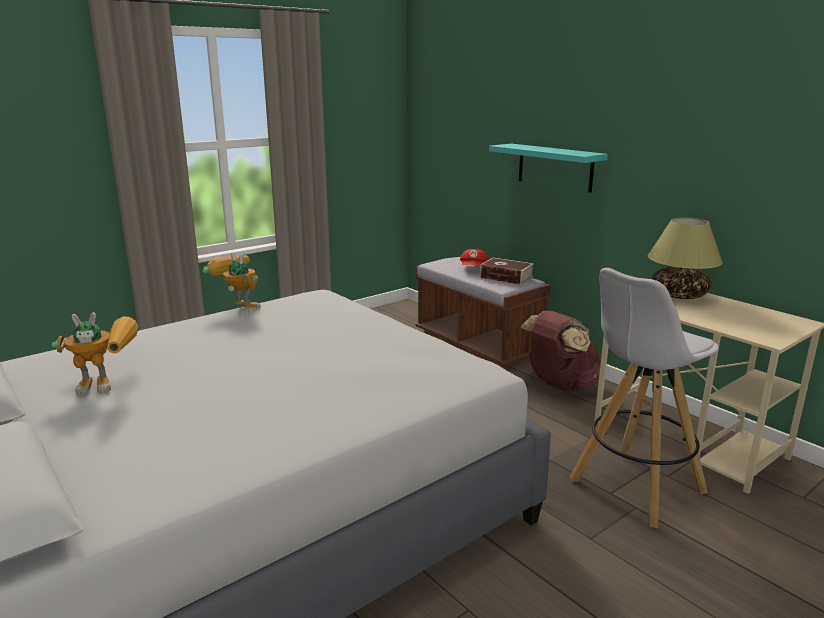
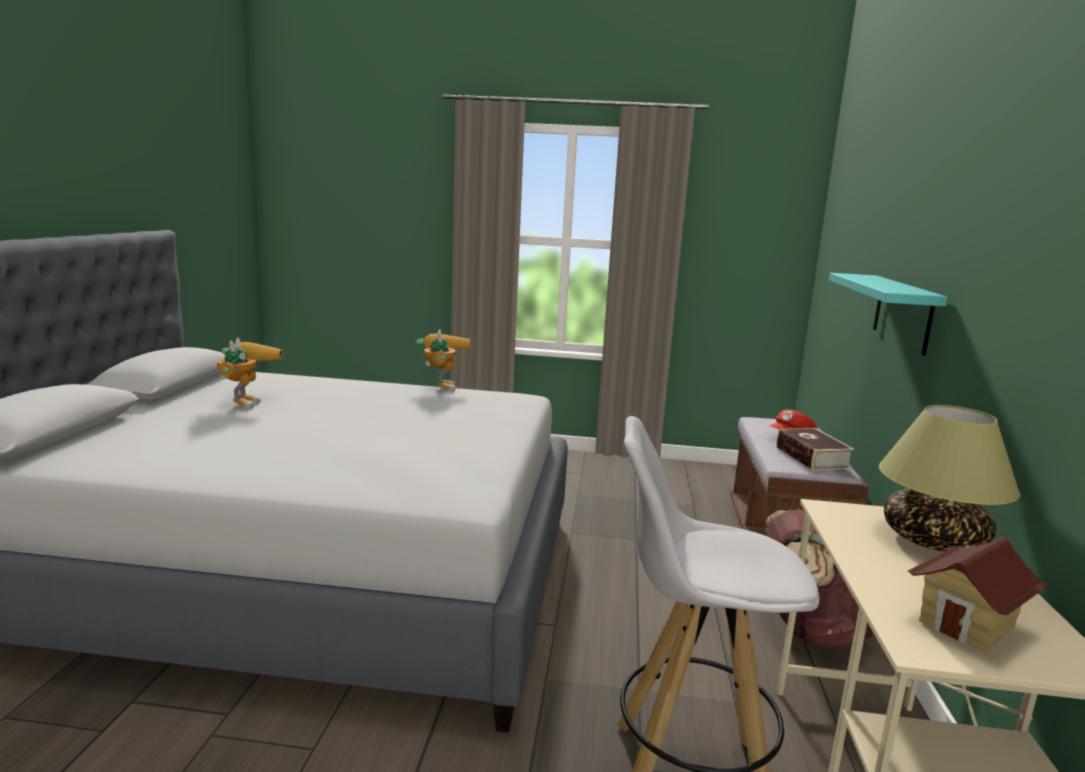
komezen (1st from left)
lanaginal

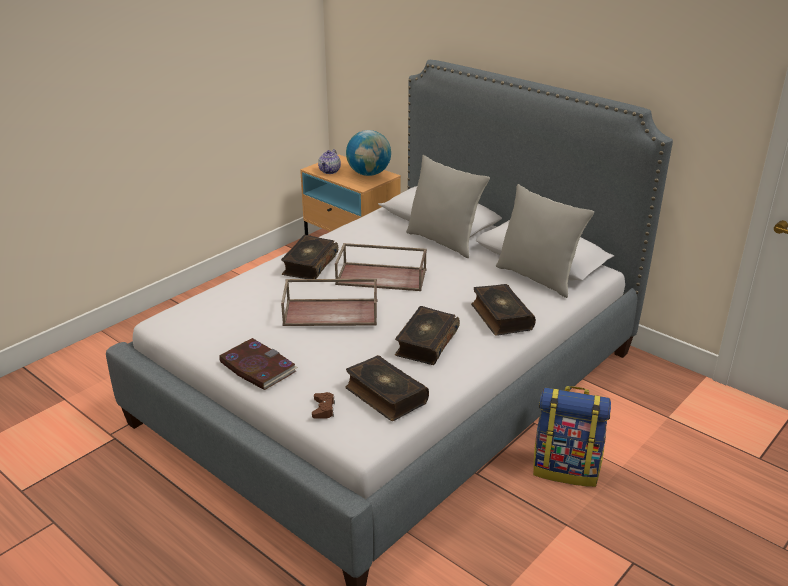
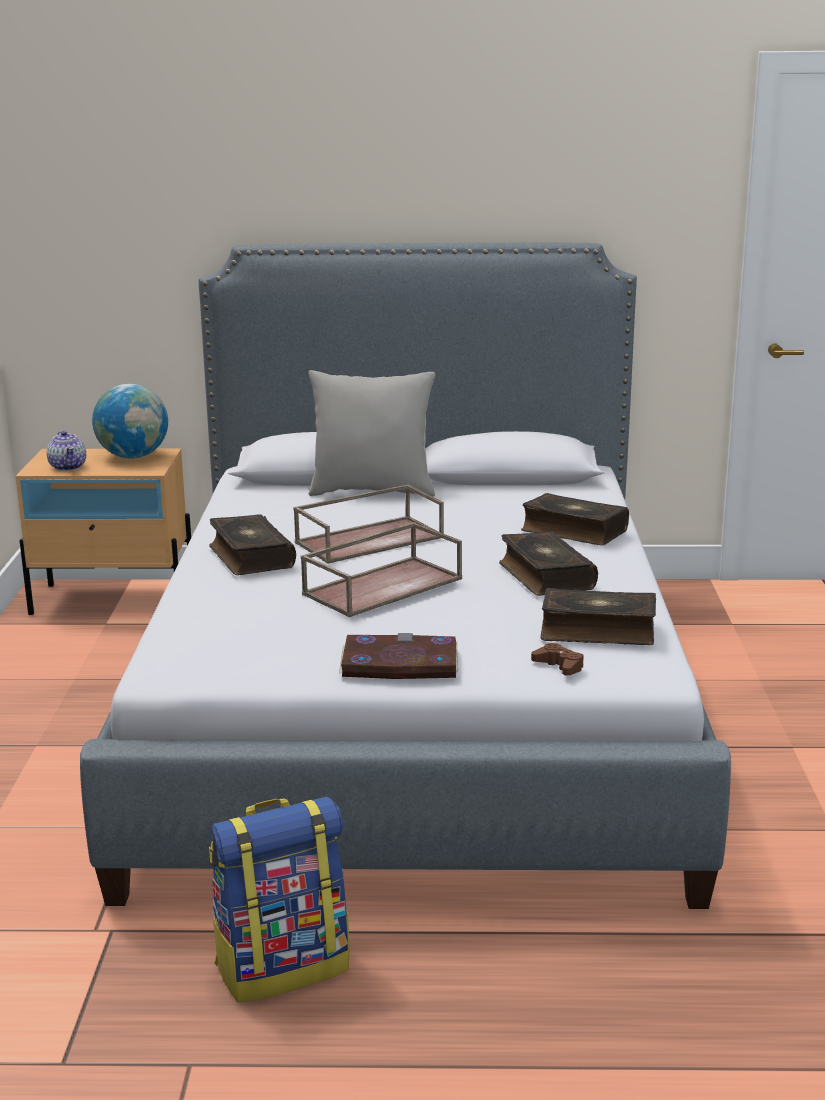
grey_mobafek (2nd from left in the first image)
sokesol

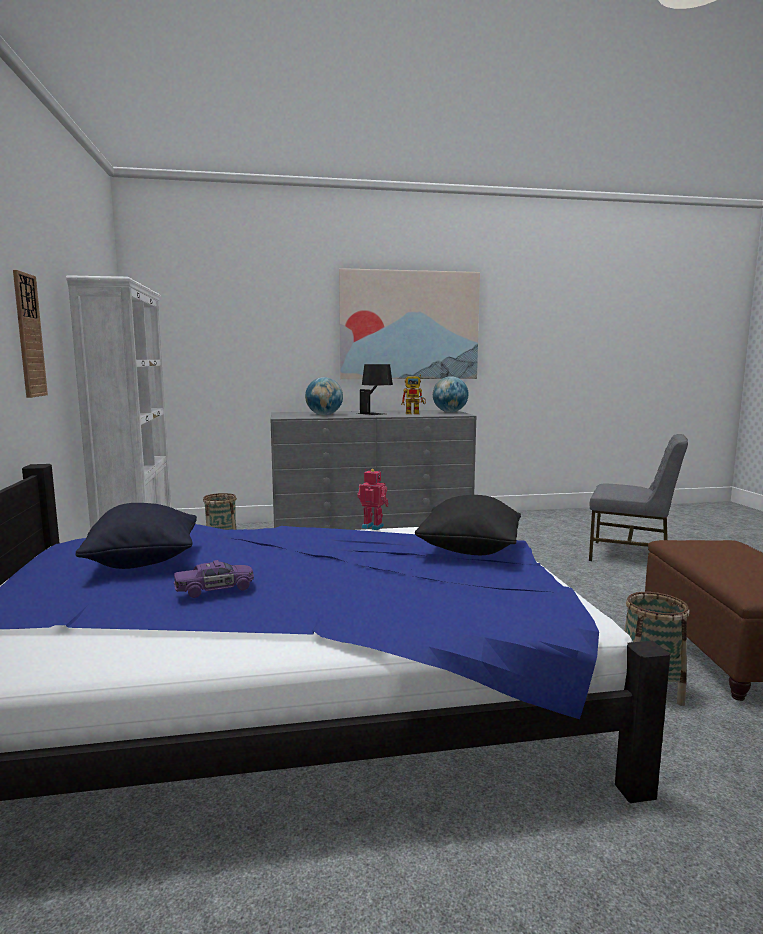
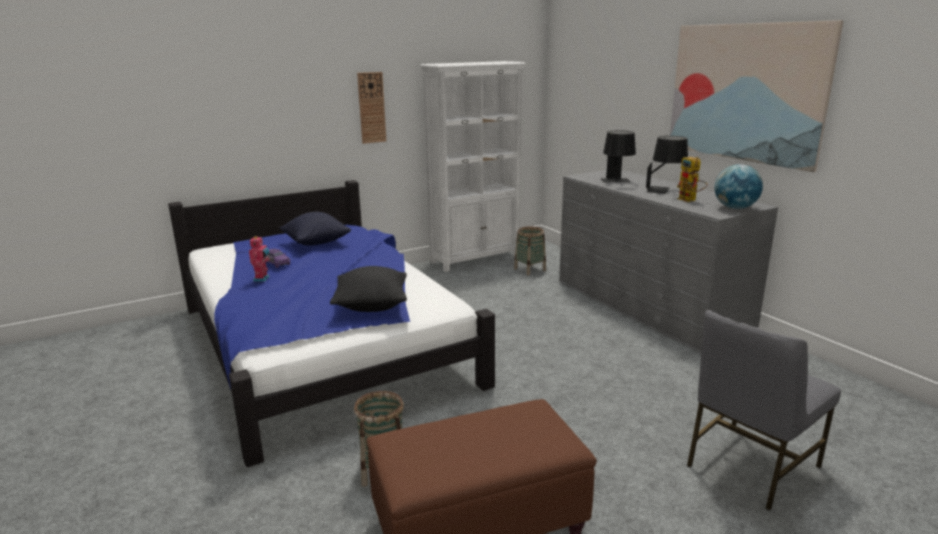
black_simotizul (1st from left)
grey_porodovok
komezen (1st from left)

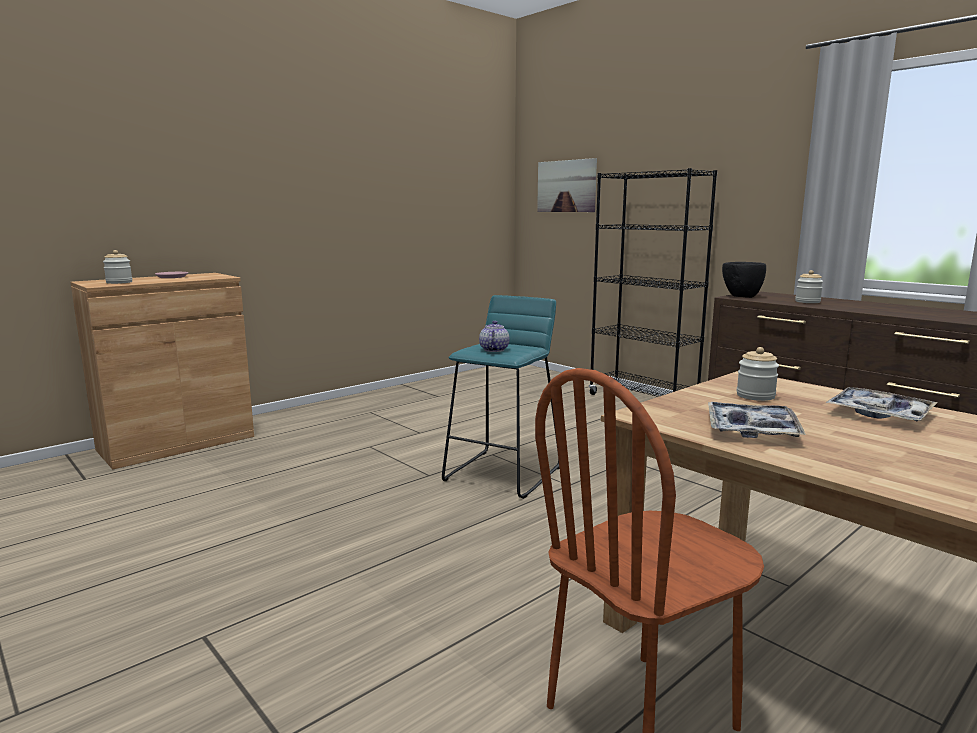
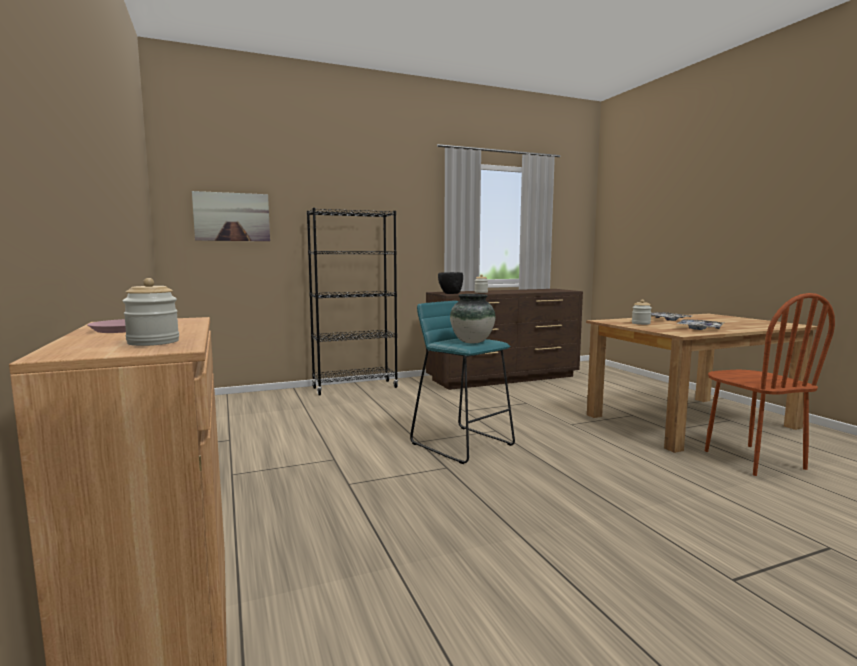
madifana

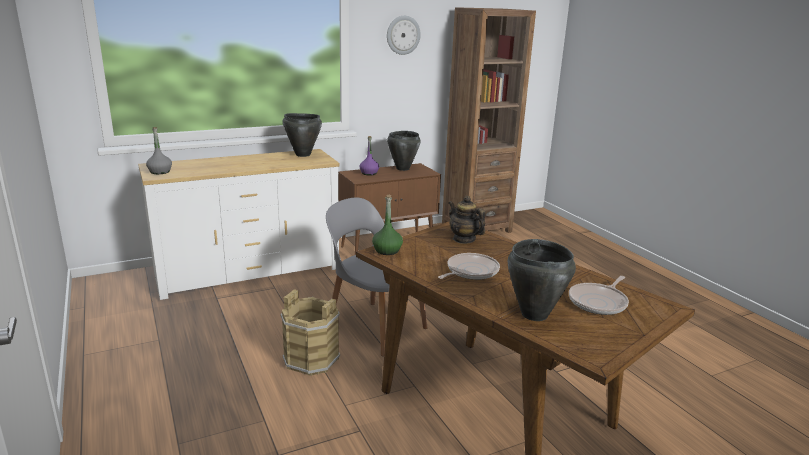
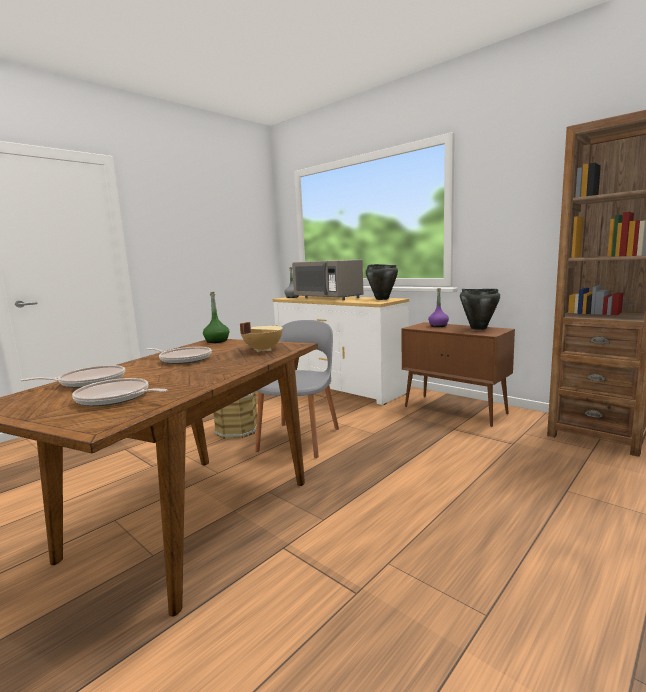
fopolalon
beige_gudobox
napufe (1st from left)
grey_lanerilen

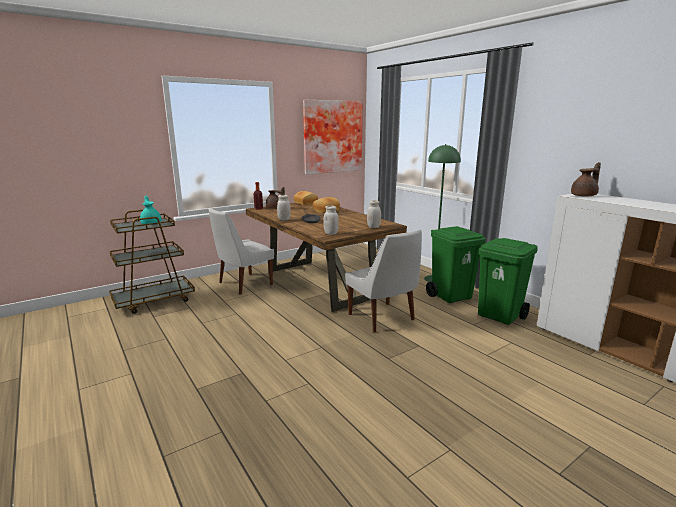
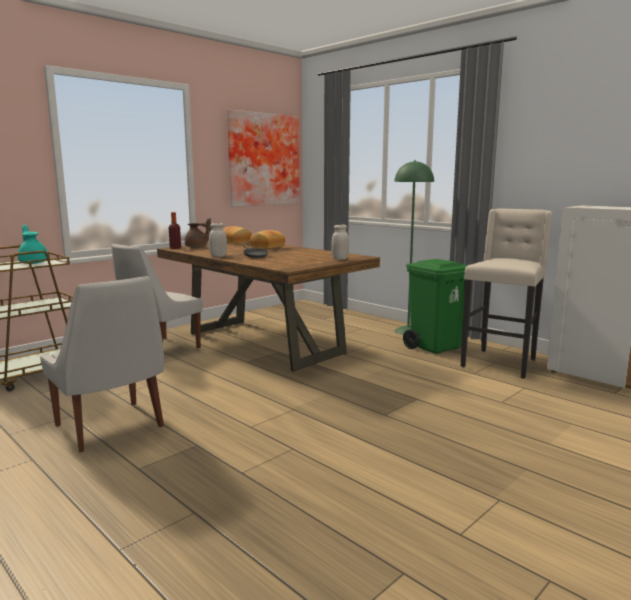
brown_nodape (2nd from left in the first image)
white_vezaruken (2nd from left in the first image)
white_porodovok (1st from left)
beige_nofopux

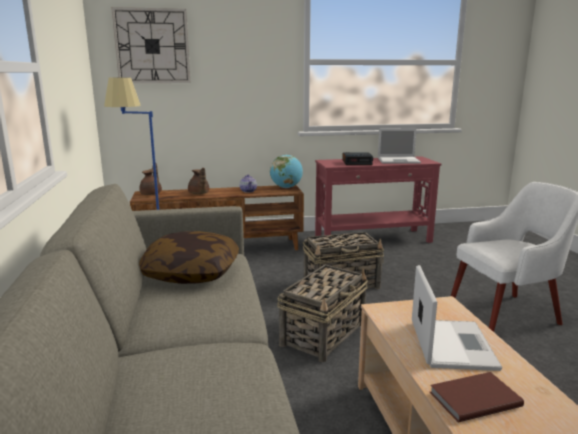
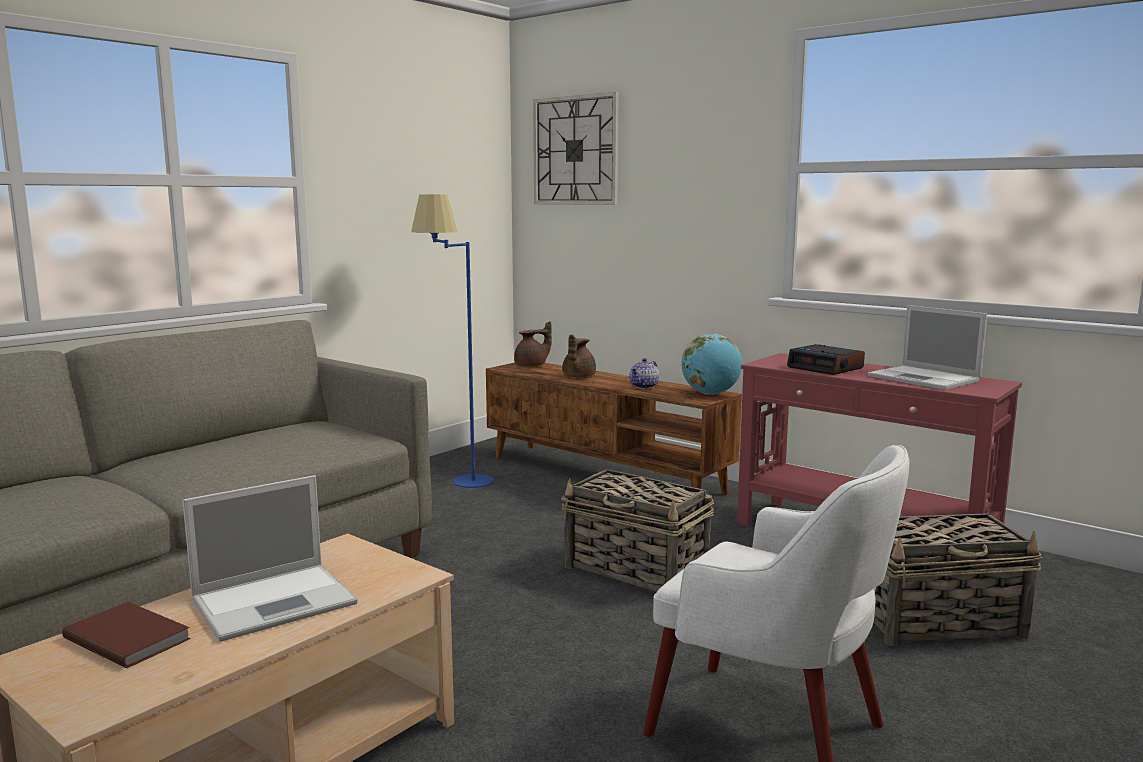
mobafek
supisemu (2nd from left)

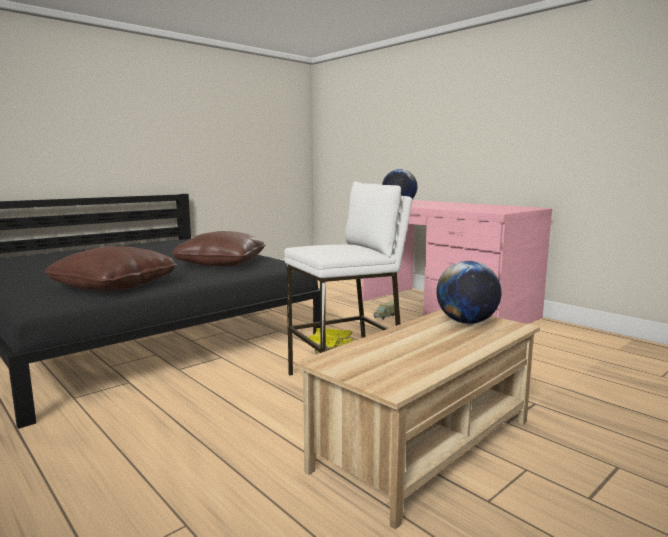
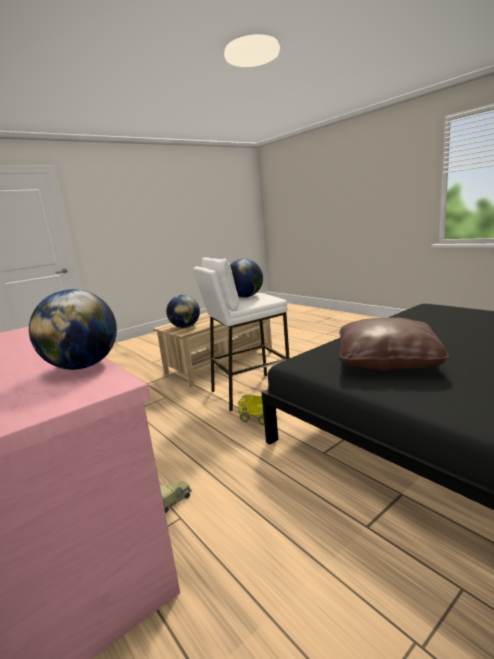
brown_mobafek (1st from left in the first image)
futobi (3rd from left)

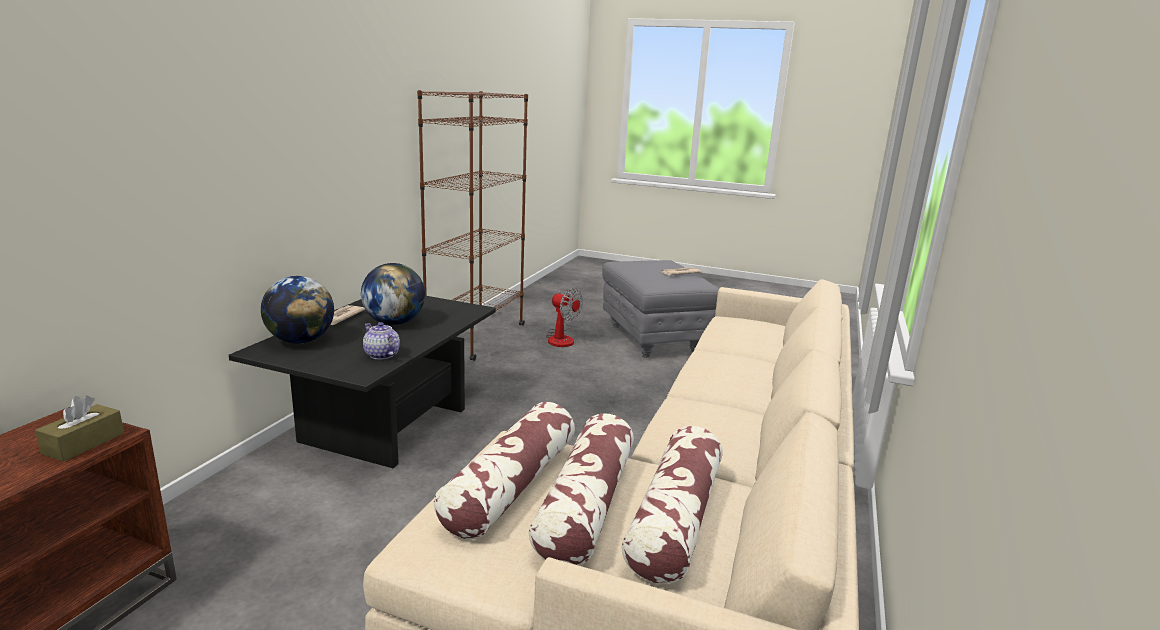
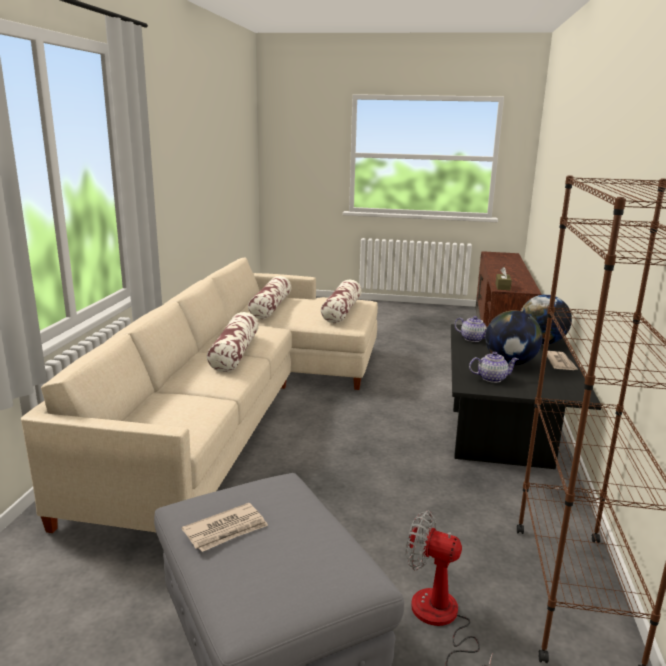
mobafek (1st from left)
nodape (2nd from left)

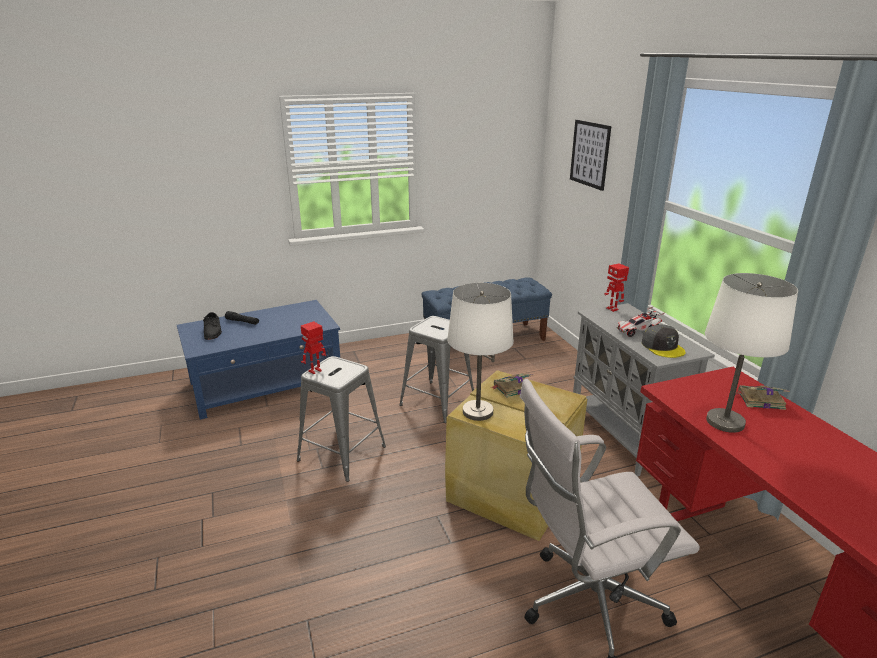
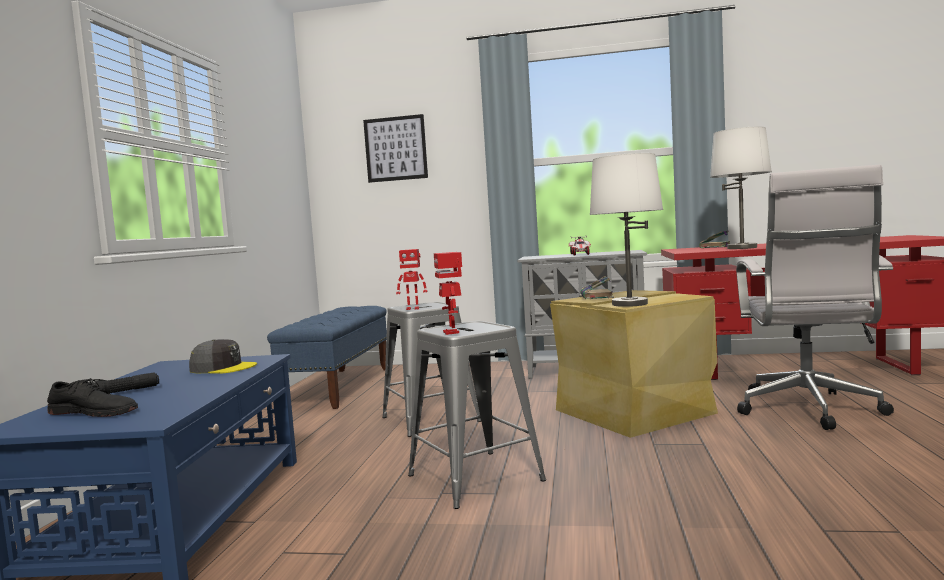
komezen (1st from left)
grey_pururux

